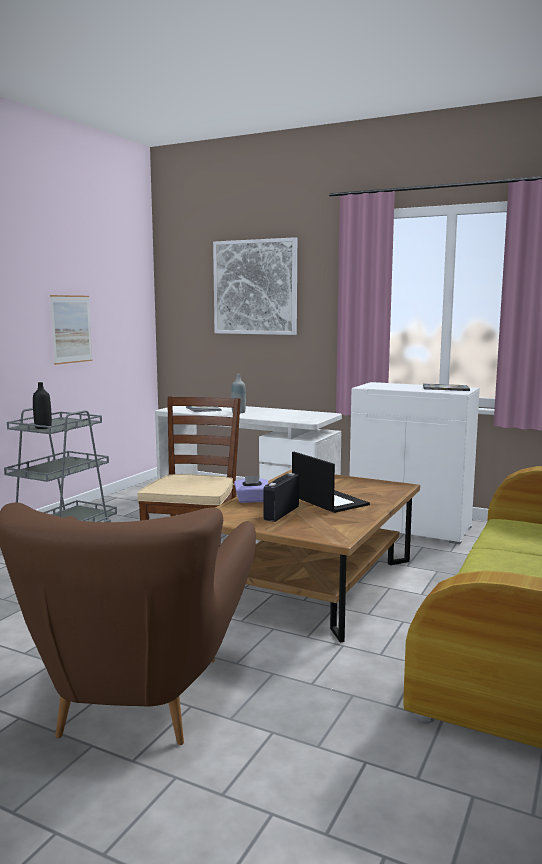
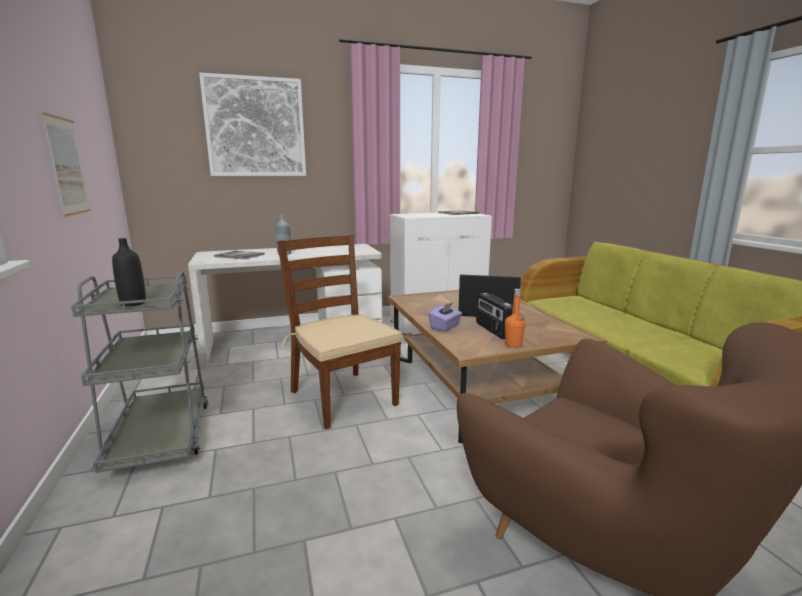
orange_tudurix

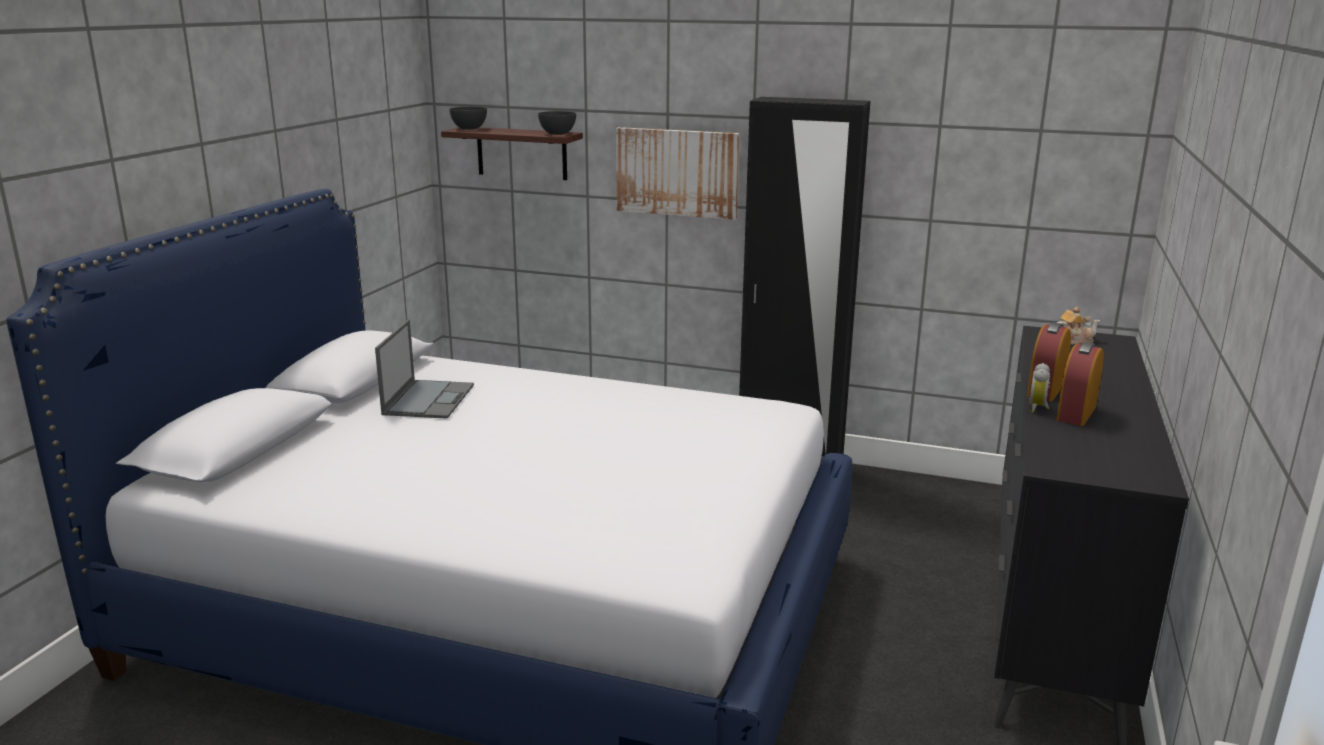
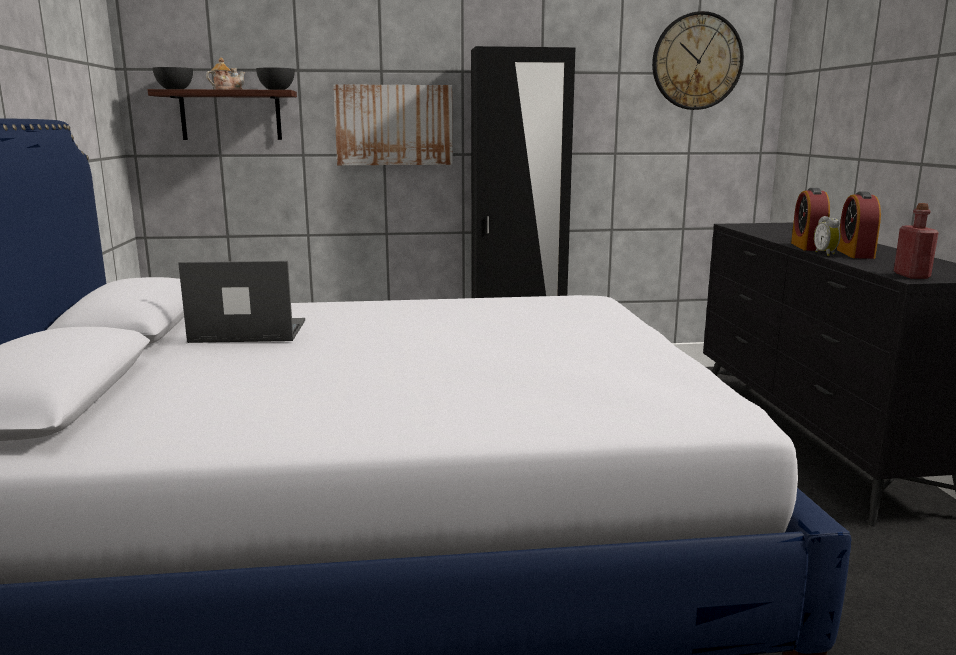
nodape
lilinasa
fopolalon
red_tudurix

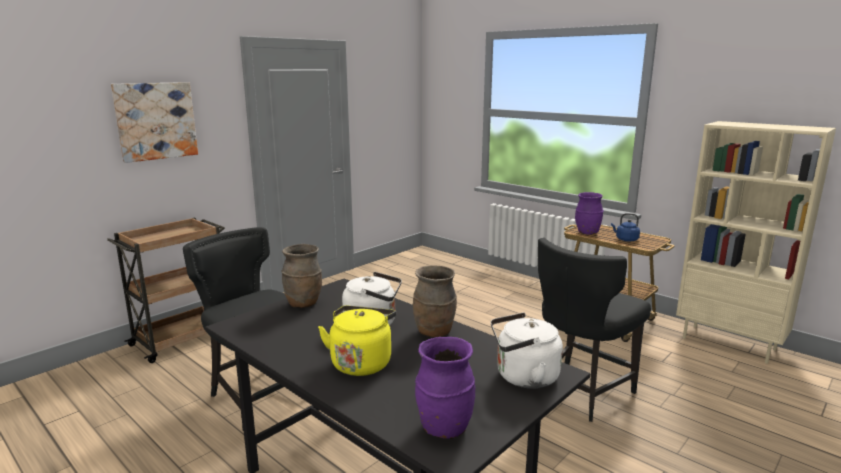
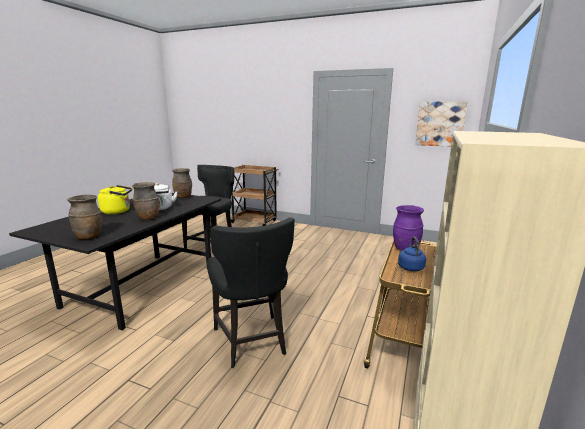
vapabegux
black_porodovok (2nd from left)
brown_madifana (1st from left)
purple_madifana (1st from left in the first image)

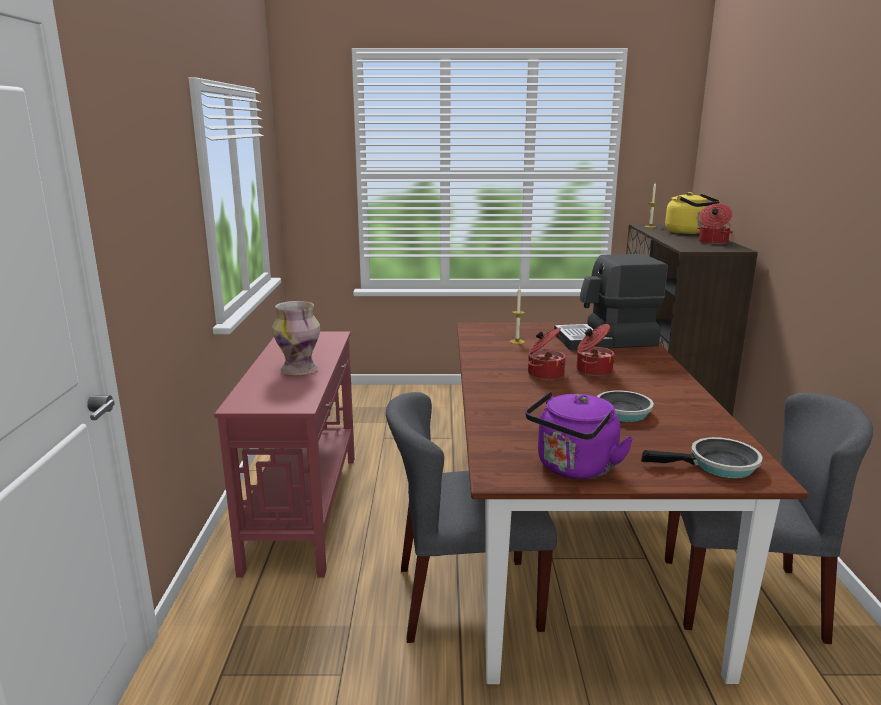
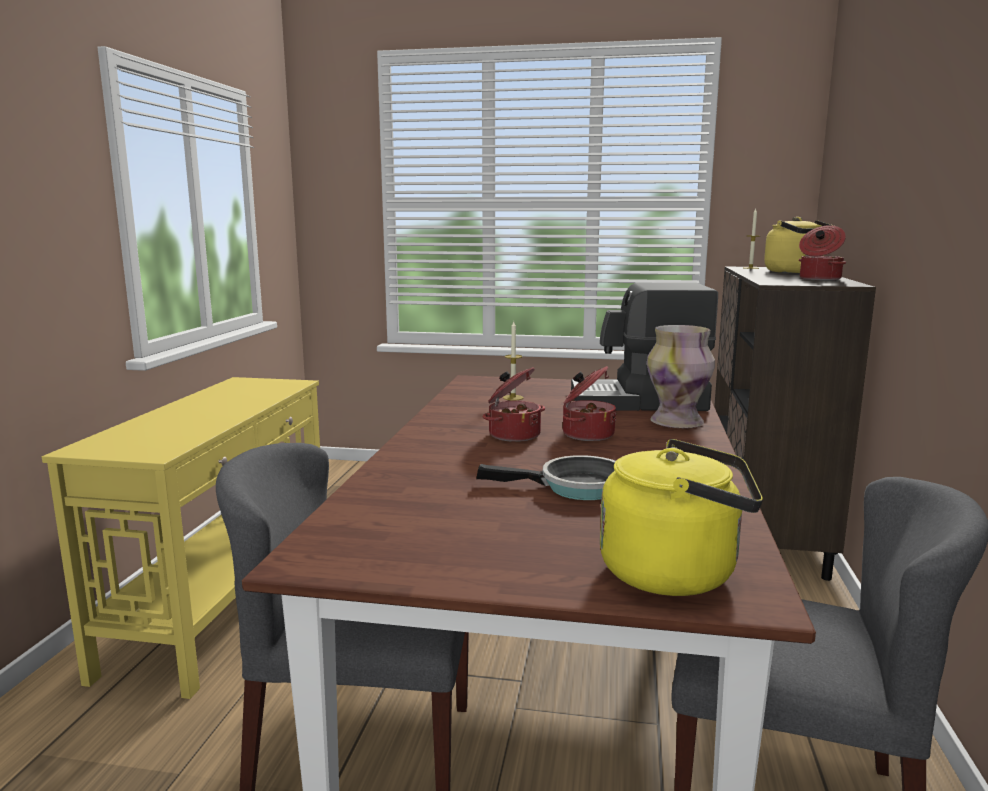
madifana
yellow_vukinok
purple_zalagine
yellow_zalagine (1st from left)

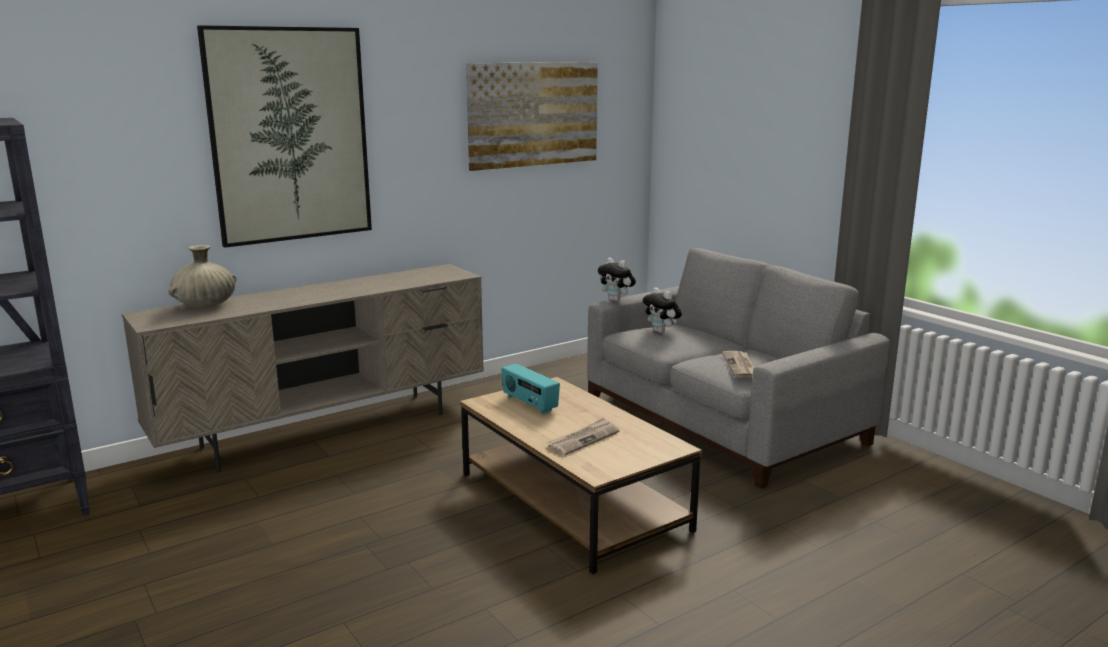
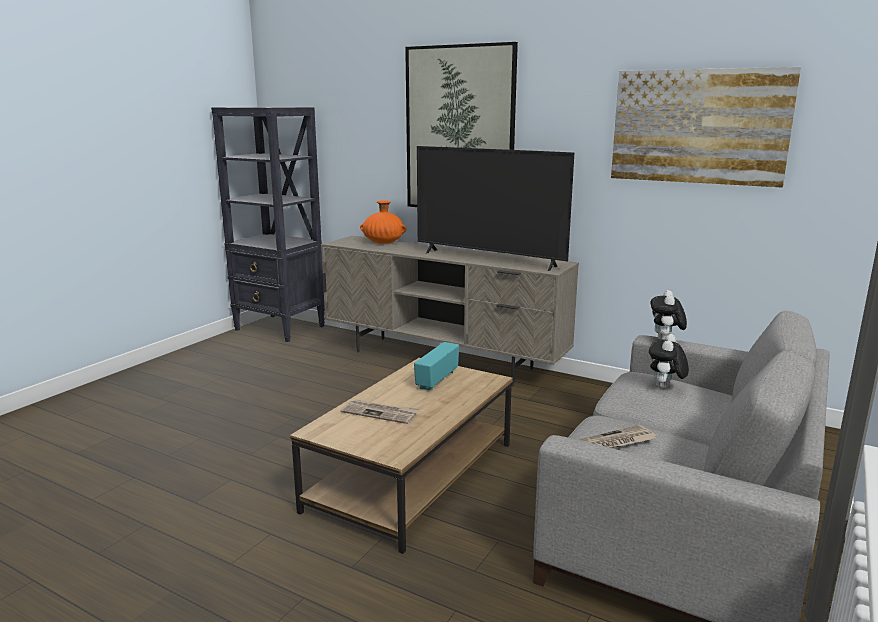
orange_madifana
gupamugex

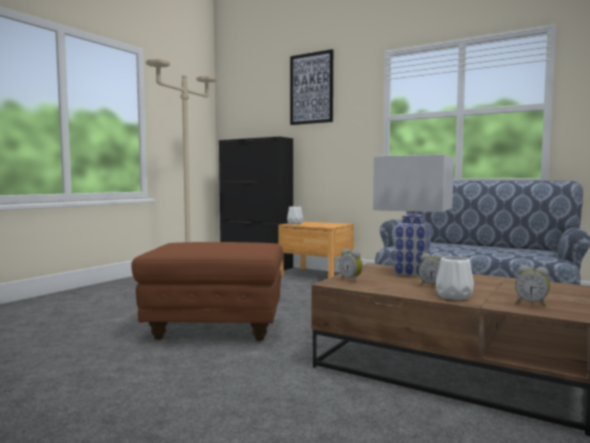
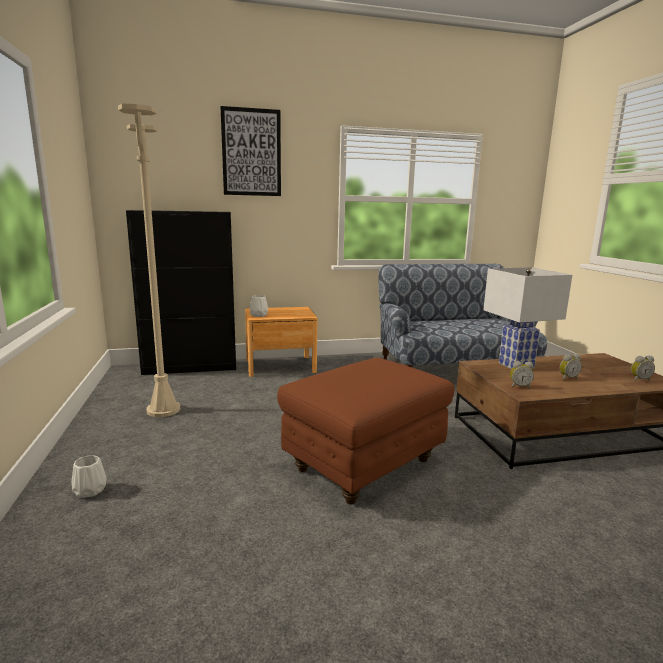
white_madifana (1st from left)

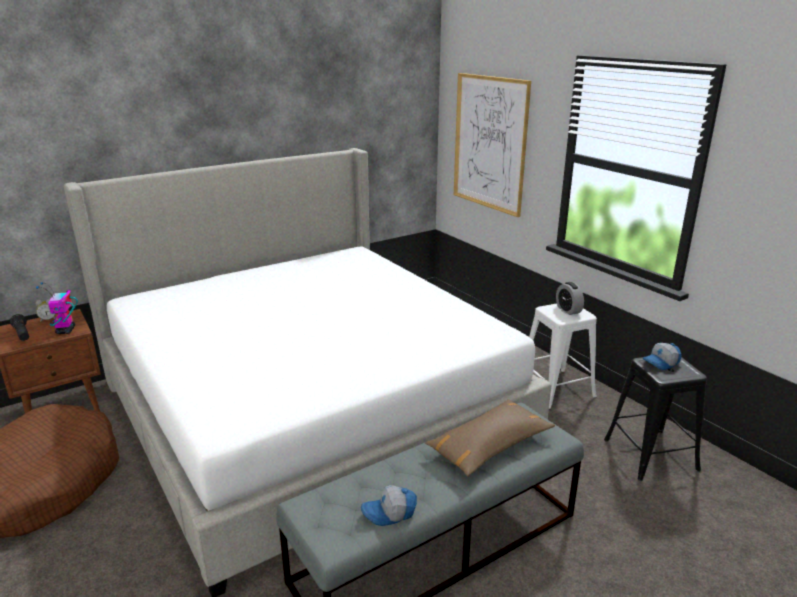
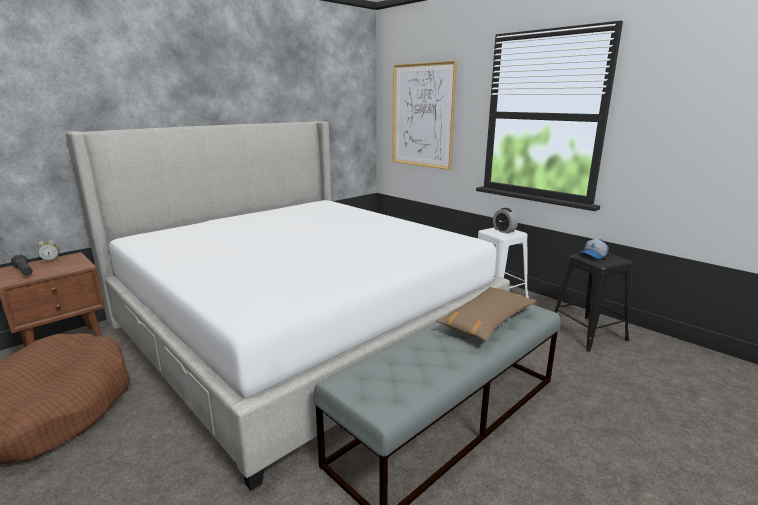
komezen
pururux (1st from left in the first image)

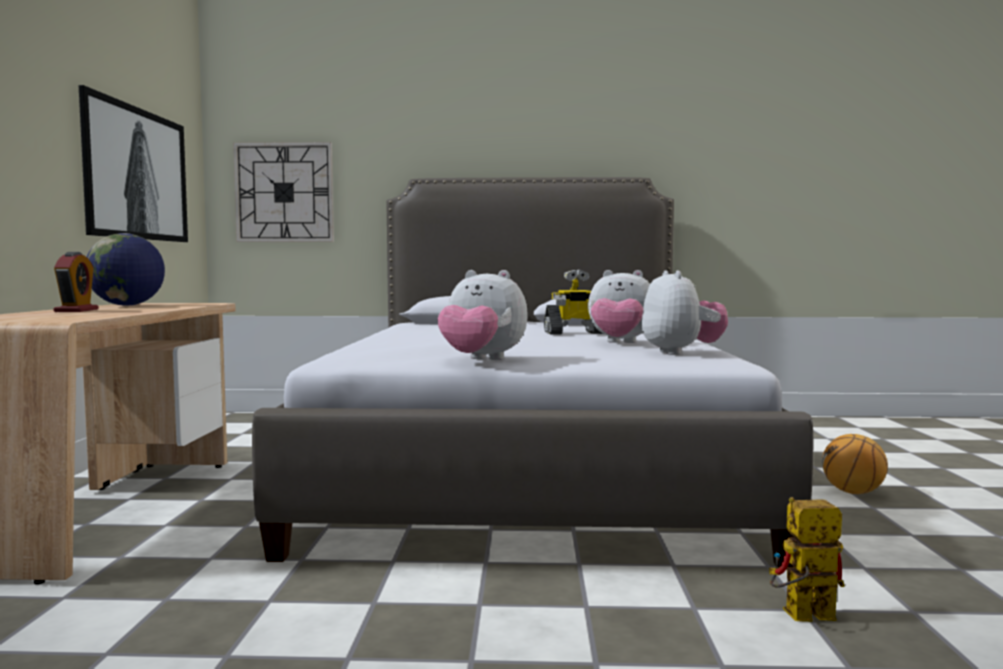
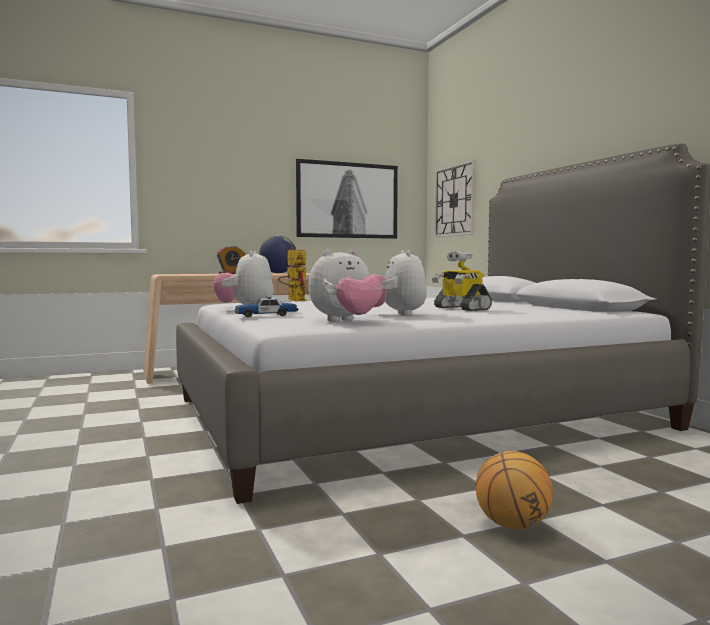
komezen (1st from left)
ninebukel

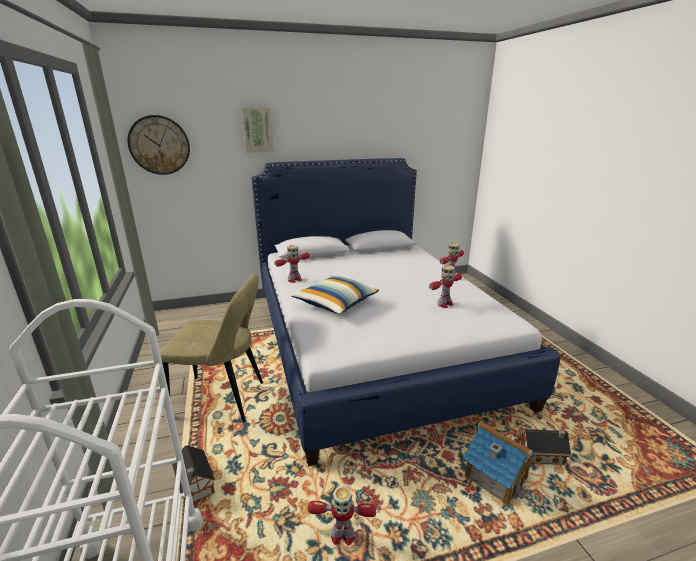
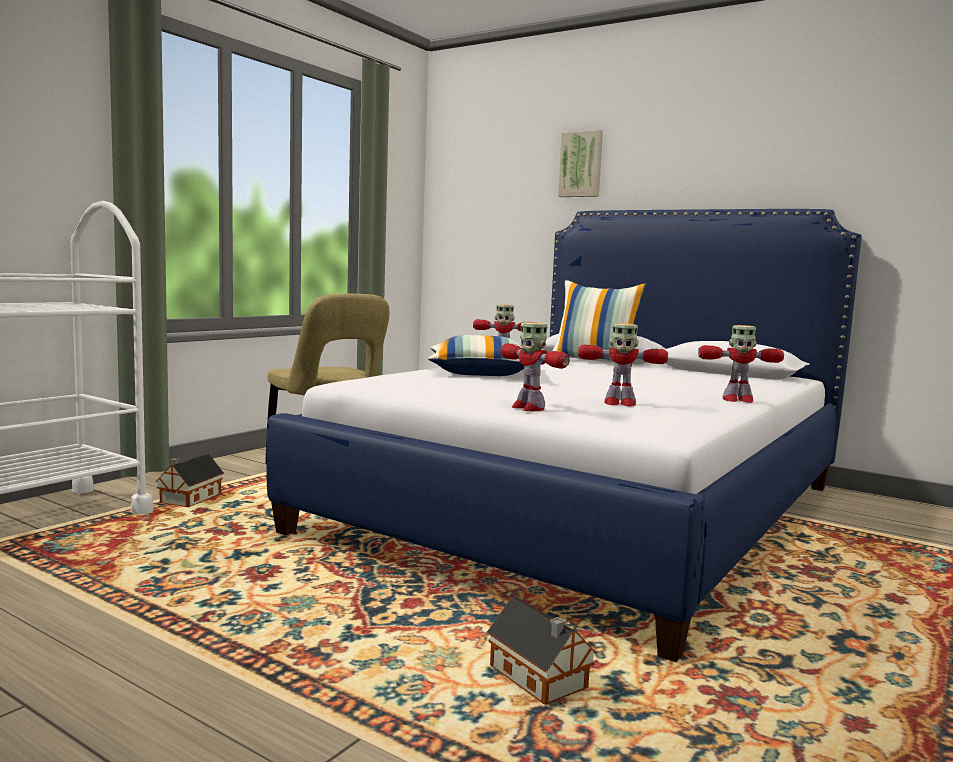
fopolalon
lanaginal (2nd from left in the first image)
komezen (2nd from left)
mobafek (2nd from left)

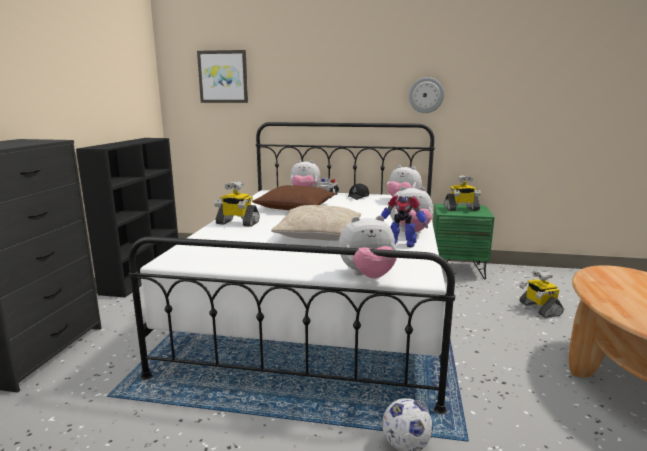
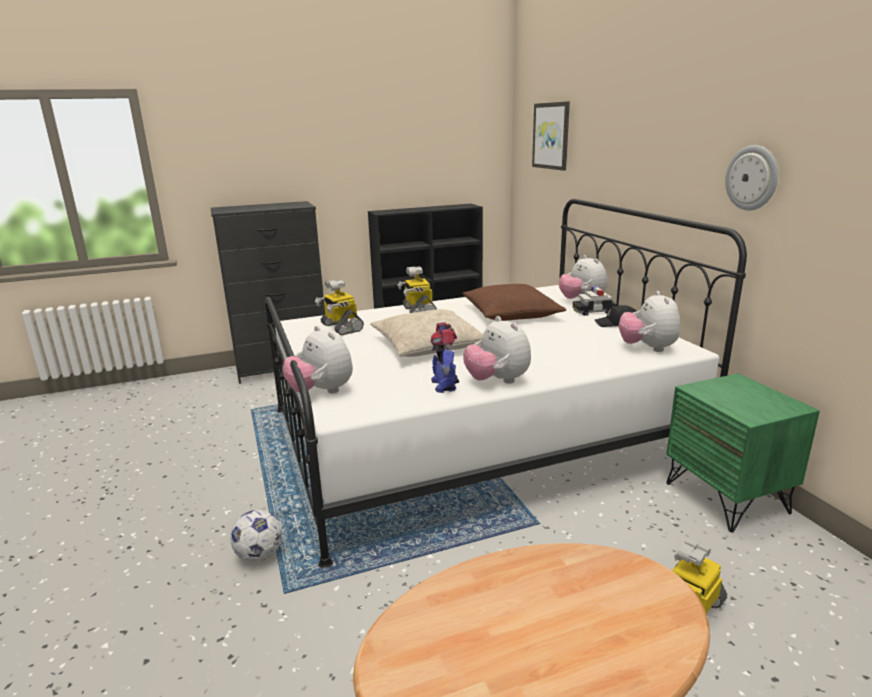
komezen (1st from left)

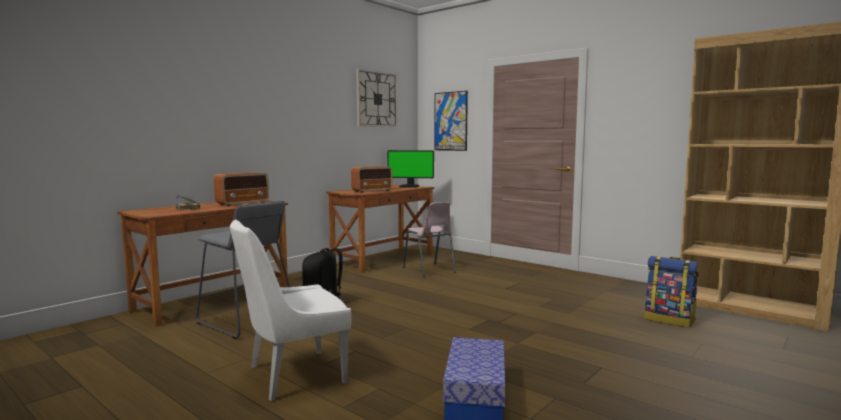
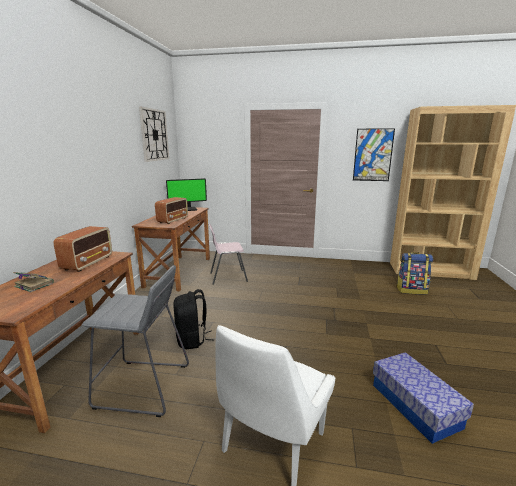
vapabegux
pink_porodovok

